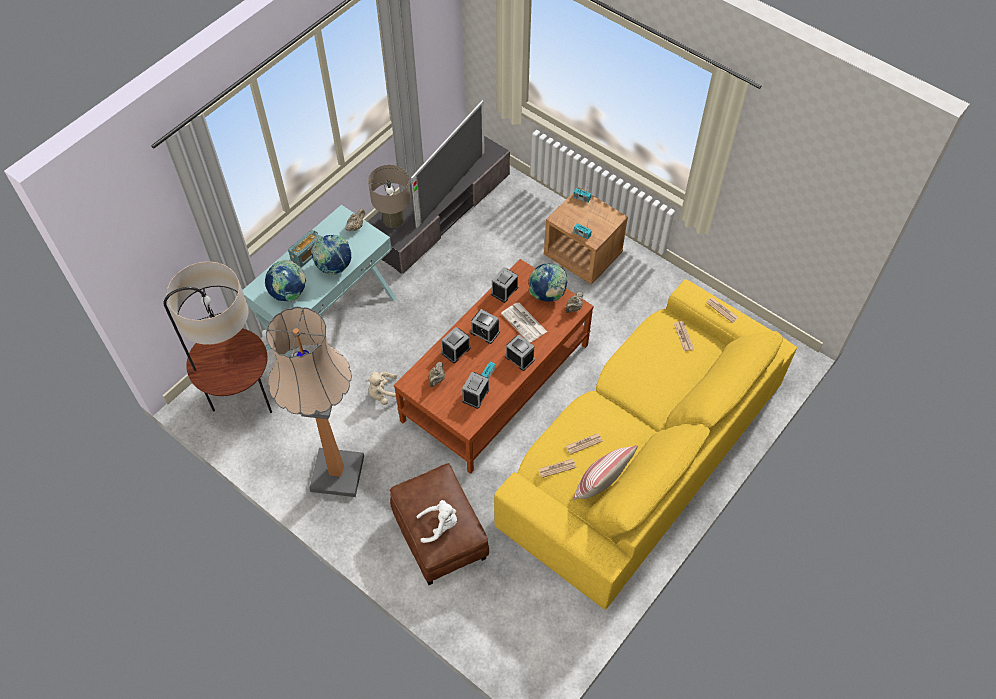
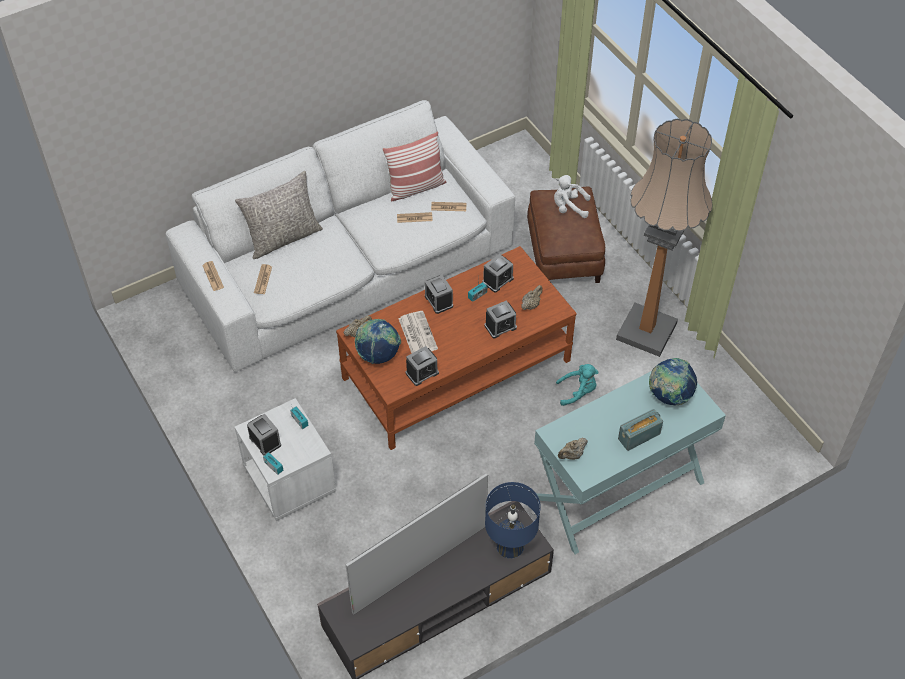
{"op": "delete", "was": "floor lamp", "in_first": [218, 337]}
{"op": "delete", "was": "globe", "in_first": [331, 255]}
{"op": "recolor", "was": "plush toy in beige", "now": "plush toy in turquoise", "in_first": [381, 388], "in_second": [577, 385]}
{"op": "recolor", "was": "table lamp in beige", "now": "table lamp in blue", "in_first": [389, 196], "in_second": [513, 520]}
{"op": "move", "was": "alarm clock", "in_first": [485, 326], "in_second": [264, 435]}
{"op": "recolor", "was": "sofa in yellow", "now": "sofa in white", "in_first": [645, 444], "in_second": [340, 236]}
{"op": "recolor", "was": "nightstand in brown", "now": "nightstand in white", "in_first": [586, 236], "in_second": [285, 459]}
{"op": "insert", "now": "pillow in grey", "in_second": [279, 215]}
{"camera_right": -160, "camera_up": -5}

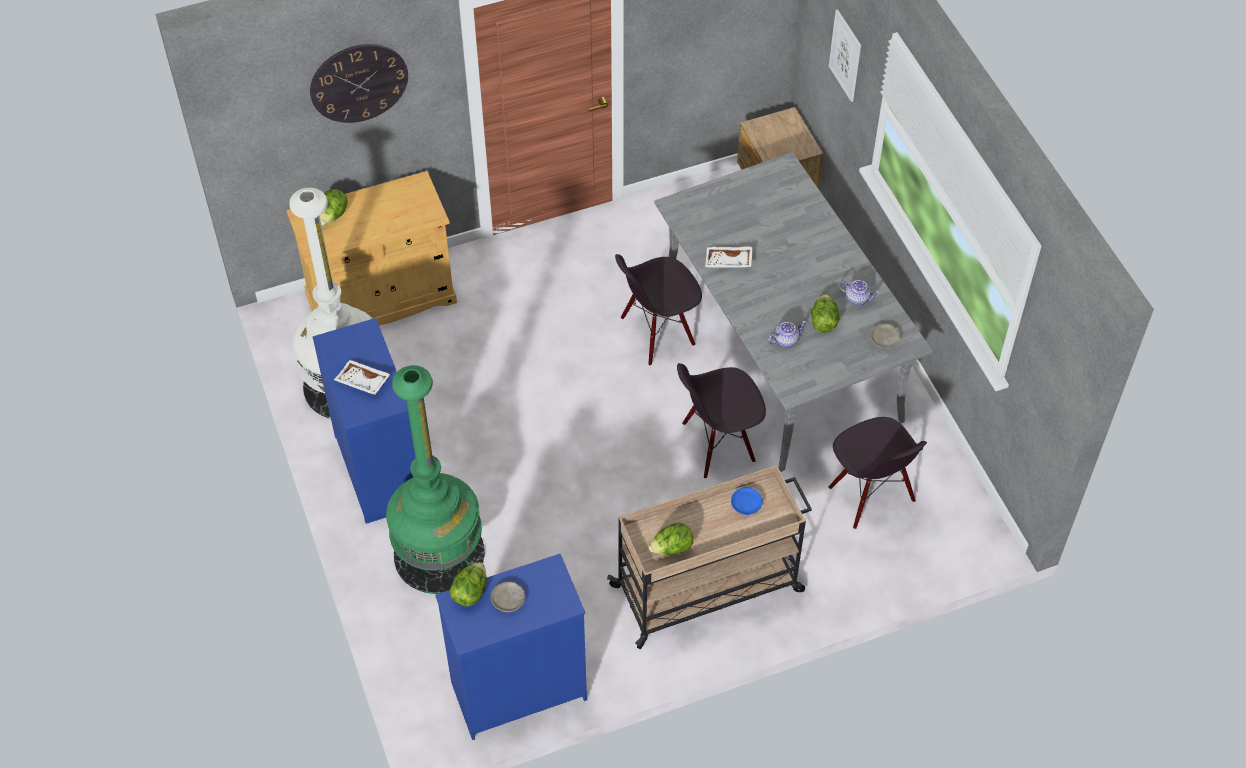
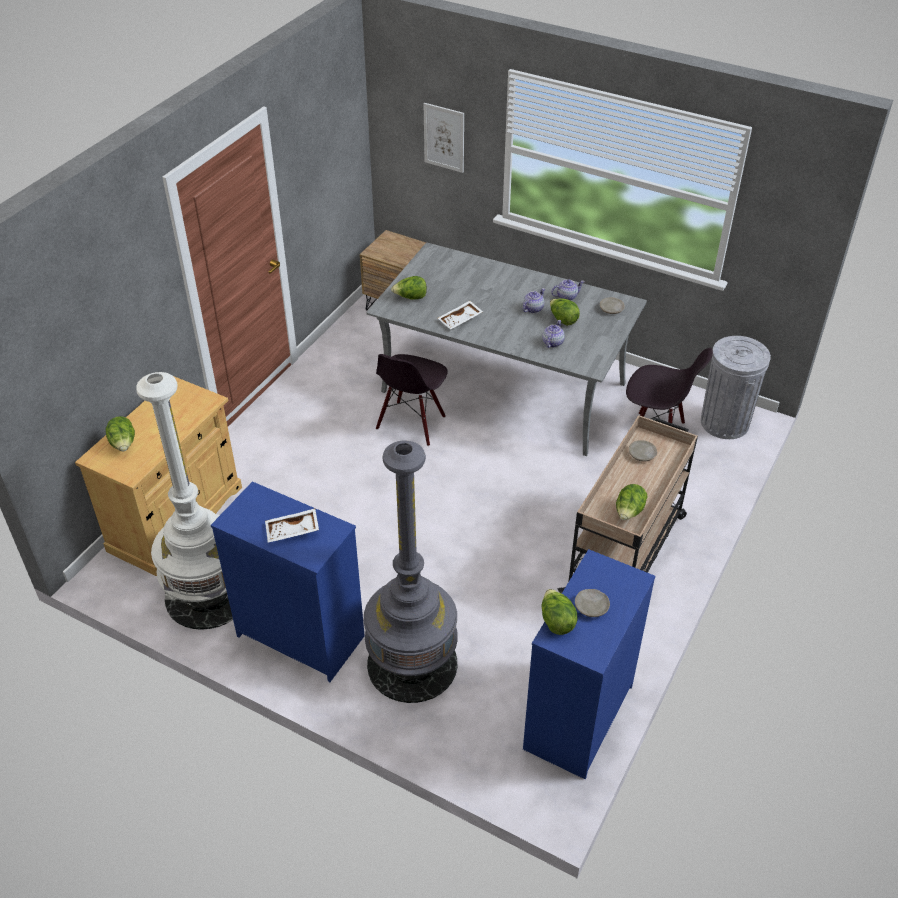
{"op": "delete", "was": "wall clock", "in_first": [359, 83]}
{"op": "recolor", "was": "floor lamp in green", "now": "floor lamp in grey", "in_first": [435, 479], "in_second": [411, 572]}
{"op": "delete", "was": "chair in black", "in_first": [721, 421]}
{"op": "recolor", "was": "plate in blue", "now": "plate in beige", "in_first": [747, 501], "in_second": [643, 450]}
{"op": "insert", "now": "lettuce", "in_second": [409, 288]}
{"op": "insert", "now": "teapot", "in_second": [533, 300]}
{"op": "insert", "now": "trash can in grey", "in_second": [736, 387]}
{"camera_right": -40, "camera_up": -10}

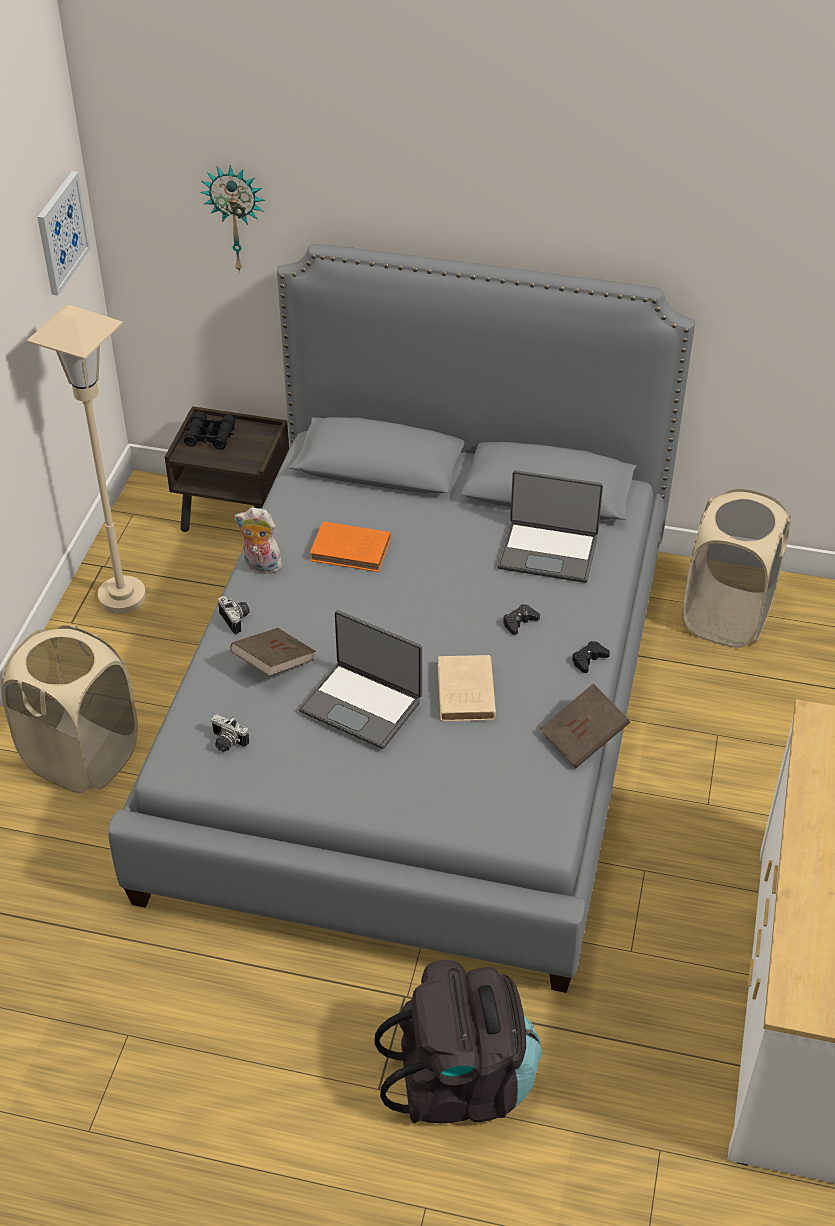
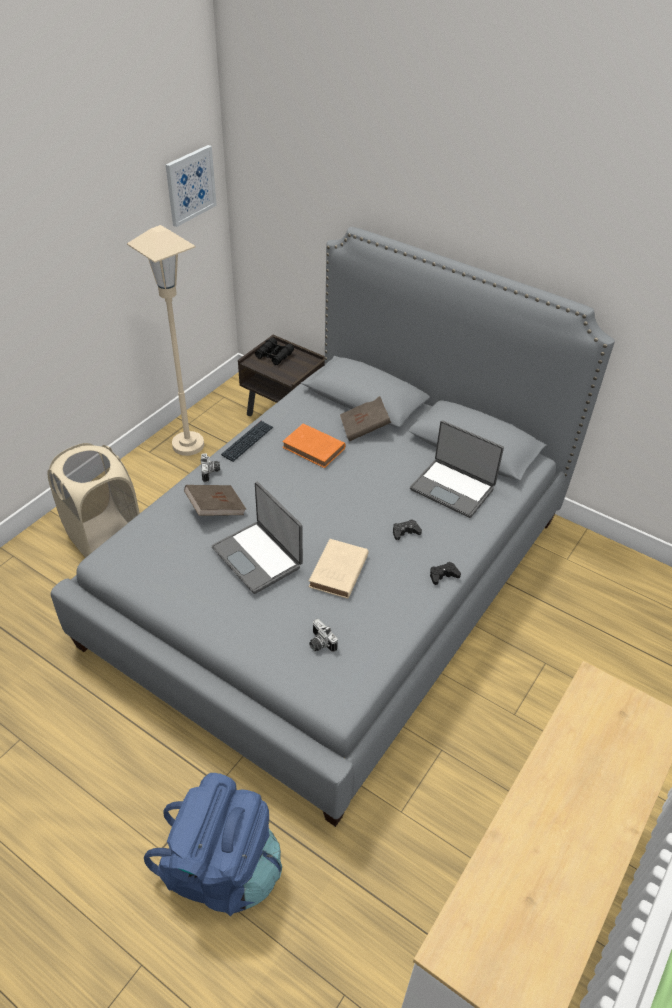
{"op": "delete", "was": "wall clock", "in_first": [232, 219]}
{"op": "move", "was": "photo camera", "in_first": [230, 733], "in_second": [323, 635]}
{"op": "replace", "was": "plush toy", "now": "keyboard", "in_first": [258, 540], "in_second": [247, 441]}
{"op": "recolor", "was": "backpack in black", "now": "backpack in blue", "in_first": [458, 1042], "in_second": [213, 844]}
{"op": "move", "was": "book in brown", "in_first": [585, 725], "in_second": [365, 418]}
{"op": "delete", "was": "laundry basket in beige", "in_first": [736, 568]}
{"camera_right": 20, "camera_up": 0}

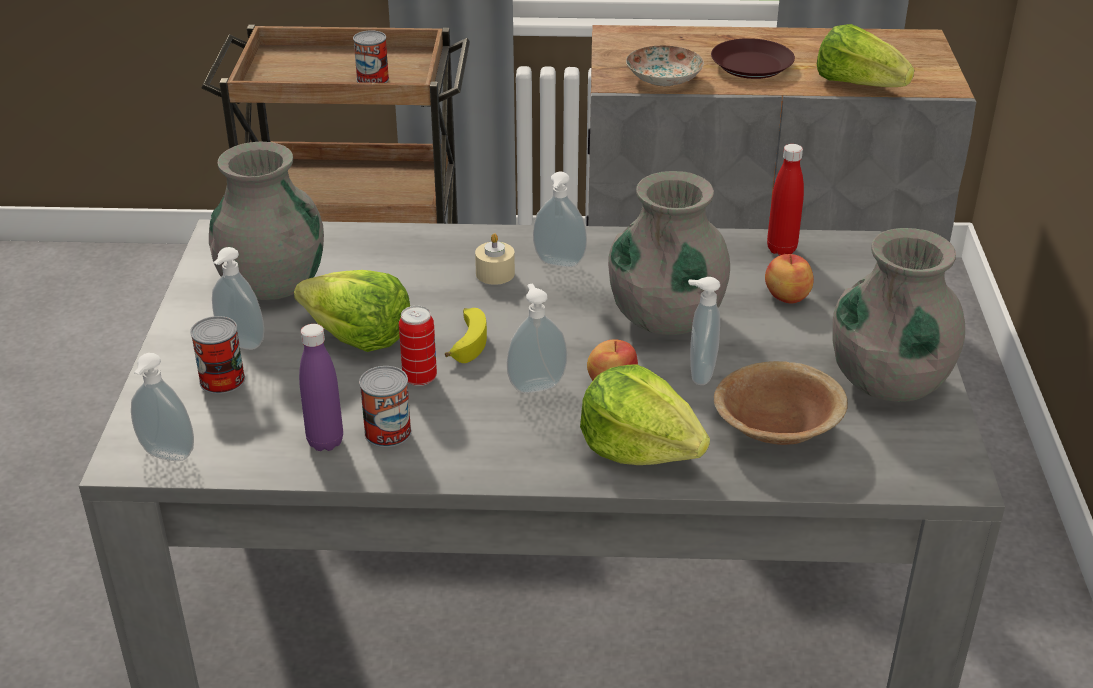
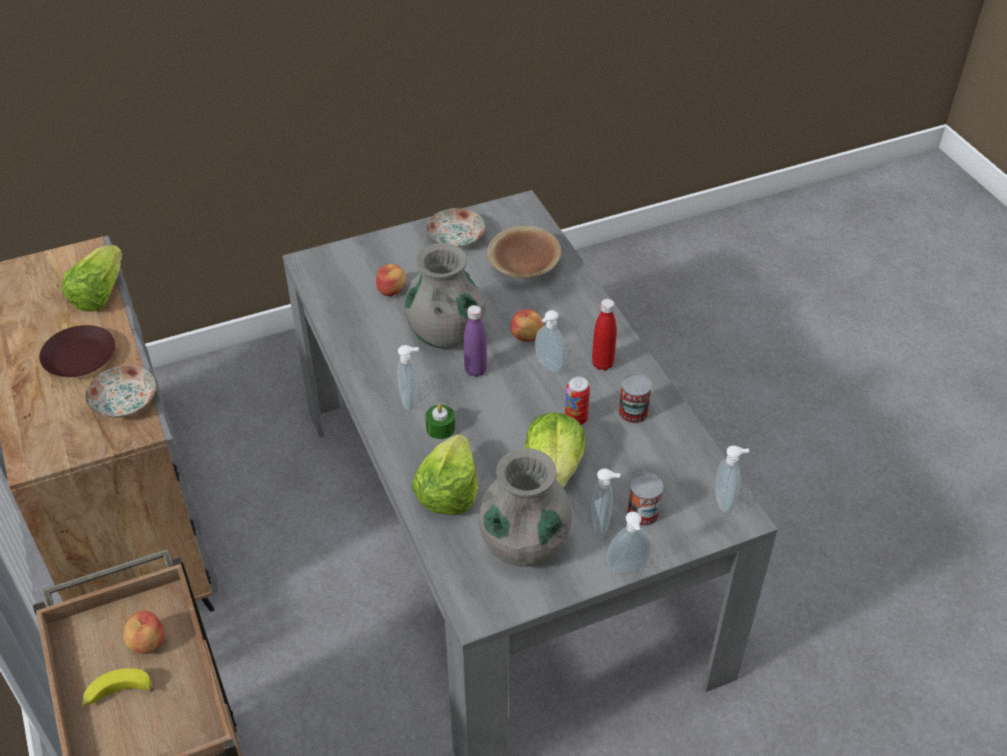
{"op": "move", "was": "bottle in purple", "in_first": [321, 387], "in_second": [475, 341]}
{"op": "replace", "was": "can", "now": "apple", "in_first": [371, 57], "in_second": [144, 632]}
{"op": "move", "was": "banana", "in_first": [466, 335], "in_second": [118, 687]}
{"op": "recolor", "was": "candle in beige", "now": "candle in green", "in_first": [495, 259], "in_second": [440, 421]}
{"op": "move", "was": "lettuce", "in_first": [645, 414], "in_second": [445, 474]}
{"op": "move", "was": "soap dispenser", "in_first": [704, 331], "in_second": [629, 542]}
{"op": "move", "was": "bottle in red", "in_first": [785, 199], "in_second": [604, 335]}
{"op": "replace", "was": "vase in grey", "now": "plate", "in_first": [898, 315], "in_second": [456, 228]}
{"camera_right": -115, "camera_up": 10}

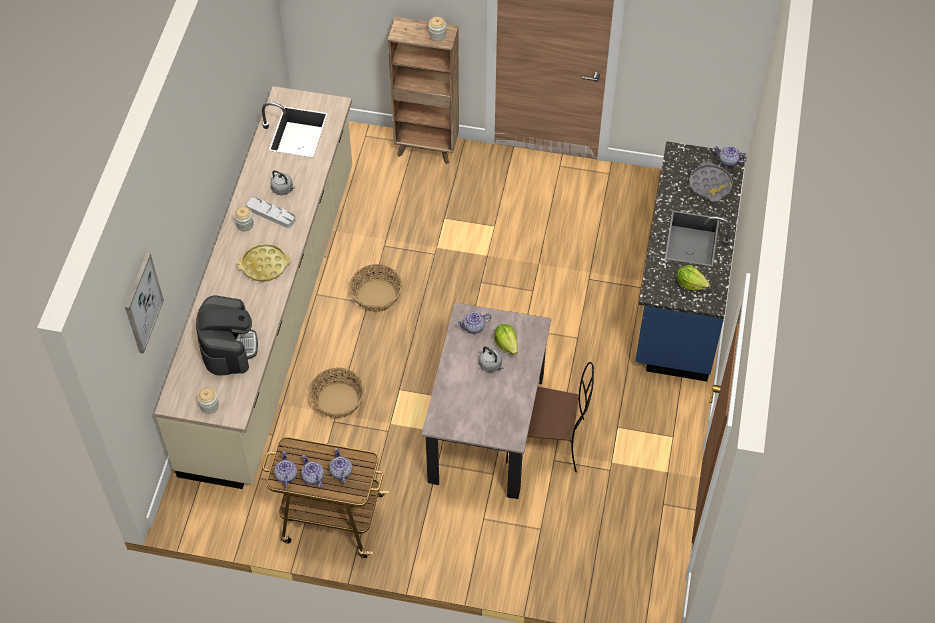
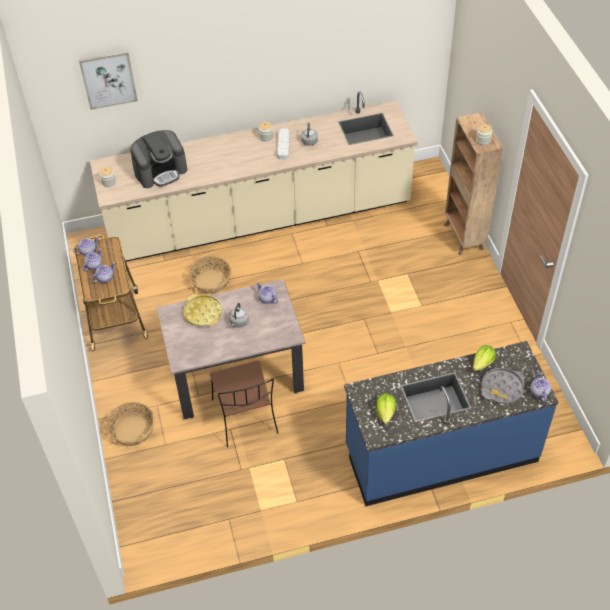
{"op": "move", "was": "tray in yellow", "in_first": [264, 263], "in_second": [202, 310]}
{"op": "move", "was": "basket", "in_first": [376, 288], "in_second": [130, 424]}
{"op": "move", "was": "lettuce", "in_first": [506, 339], "in_second": [484, 358]}
{"camera_right": 65, "camera_up": -5}

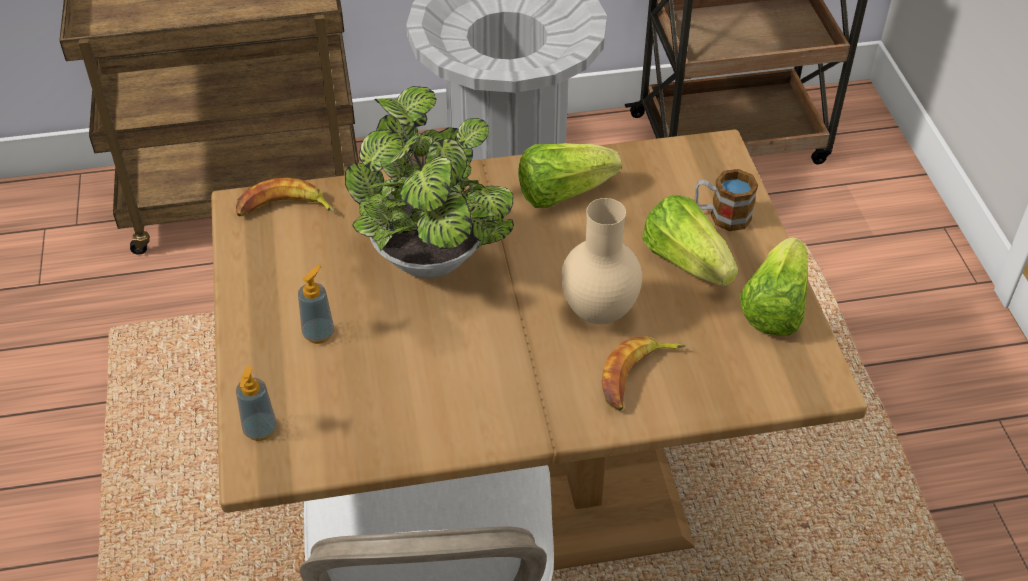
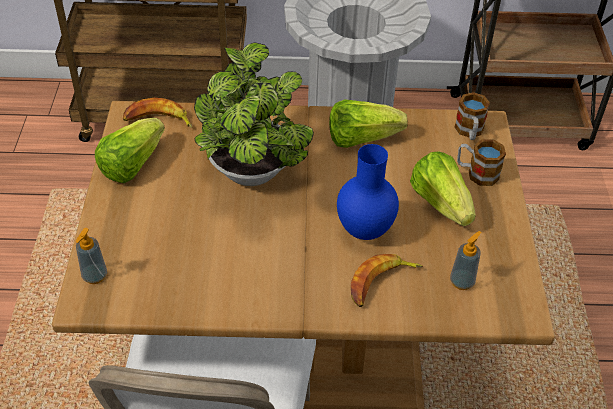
{"op": "move", "was": "soap dispenser", "in_first": [316, 304], "in_second": [465, 260]}
{"op": "recolor", "was": "vase in beige", "now": "vase in blue", "in_first": [601, 261], "in_second": [368, 192]}
{"op": "move", "was": "lettuce", "in_first": [774, 286], "in_second": [130, 150]}
{"op": "insert", "now": "mug", "in_second": [472, 116]}
{"camera_right": 10, "camera_up": 0}

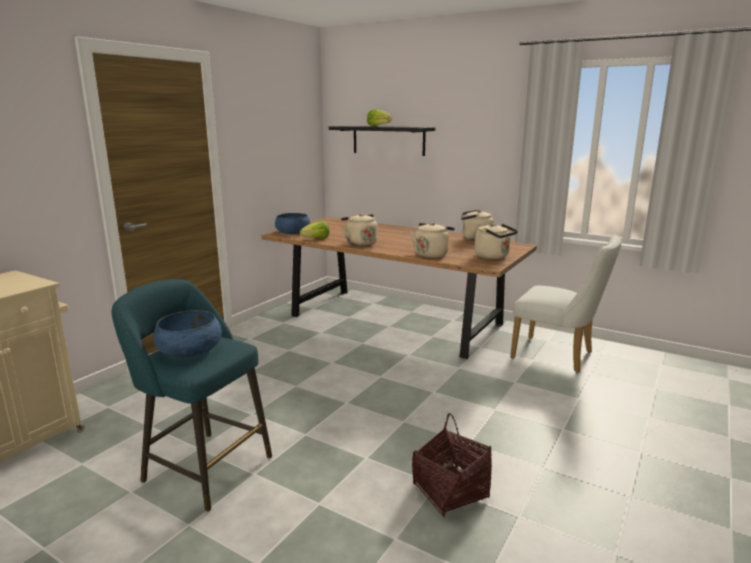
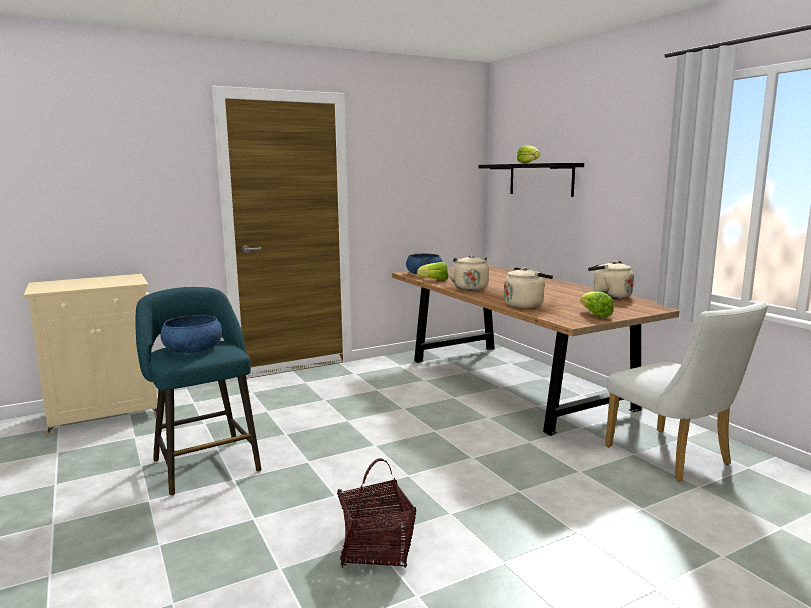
{"op": "replace", "was": "kettle in beige", "now": "lettuce", "in_first": [496, 241], "in_second": [597, 305]}
{"camera_right": 30, "camera_up": -5}

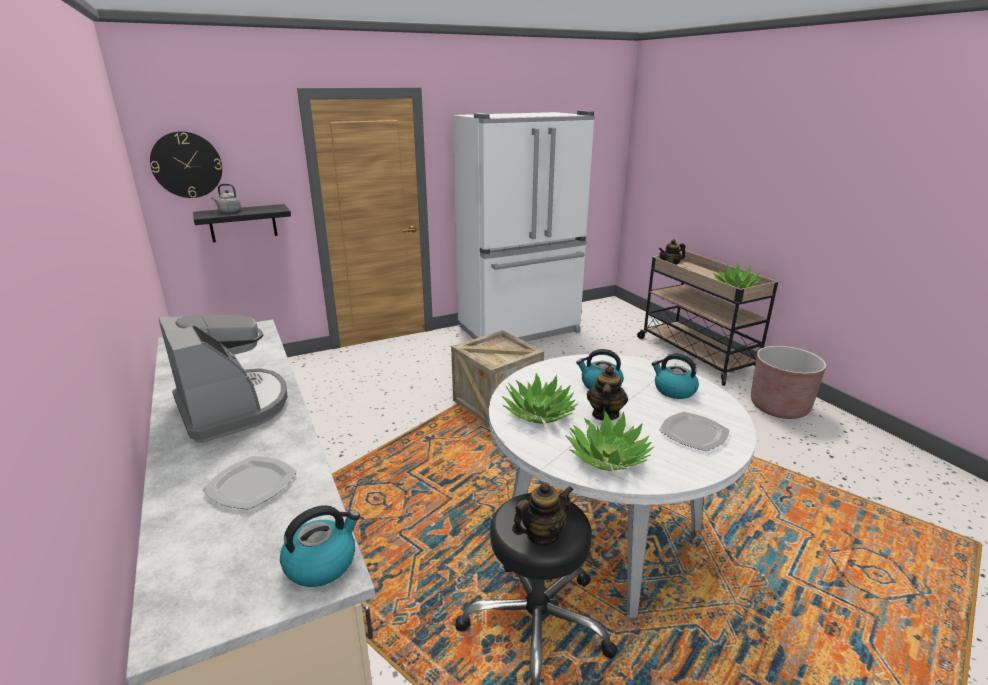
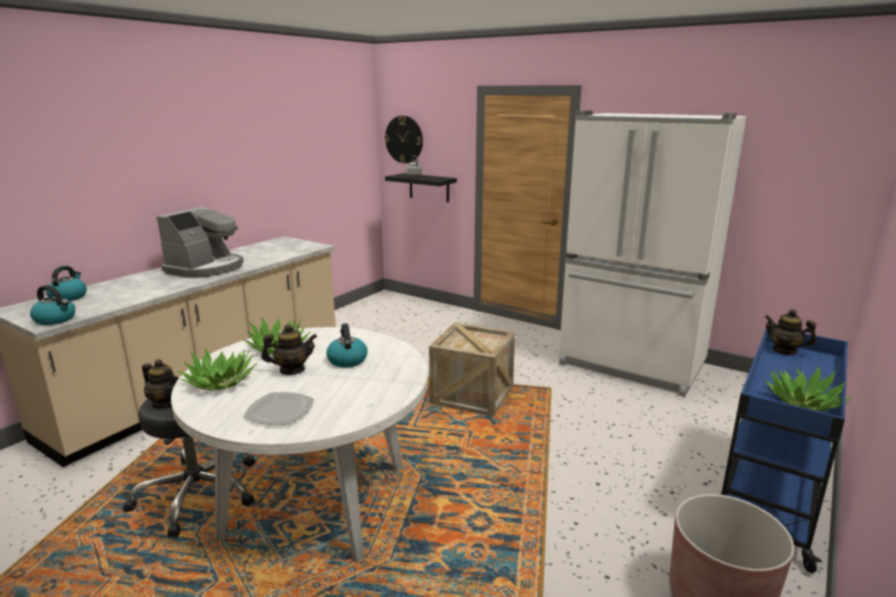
{"op": "delete", "was": "plate", "in_first": [249, 483]}
{"op": "recolor", "was": "cart in beige", "now": "cart in blue", "in_first": [707, 318], "in_second": [784, 450]}
{"op": "move", "was": "kettle", "in_first": [675, 376], "in_second": [66, 283]}
{"camera_right": 60, "camera_up": -5}

